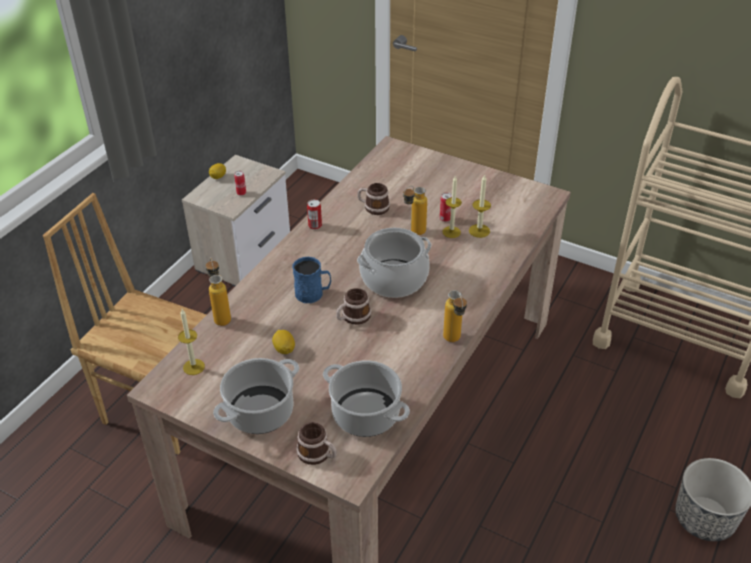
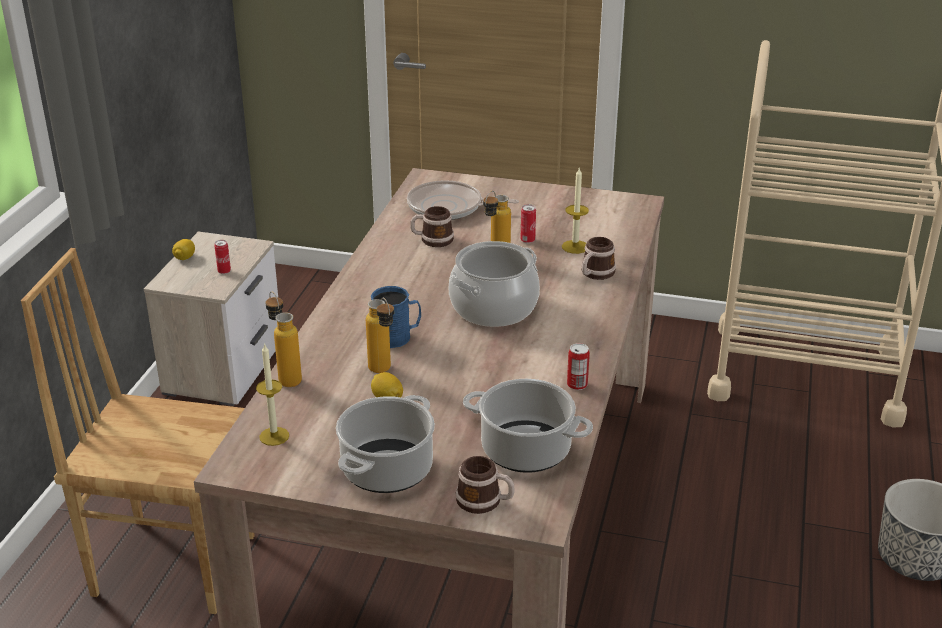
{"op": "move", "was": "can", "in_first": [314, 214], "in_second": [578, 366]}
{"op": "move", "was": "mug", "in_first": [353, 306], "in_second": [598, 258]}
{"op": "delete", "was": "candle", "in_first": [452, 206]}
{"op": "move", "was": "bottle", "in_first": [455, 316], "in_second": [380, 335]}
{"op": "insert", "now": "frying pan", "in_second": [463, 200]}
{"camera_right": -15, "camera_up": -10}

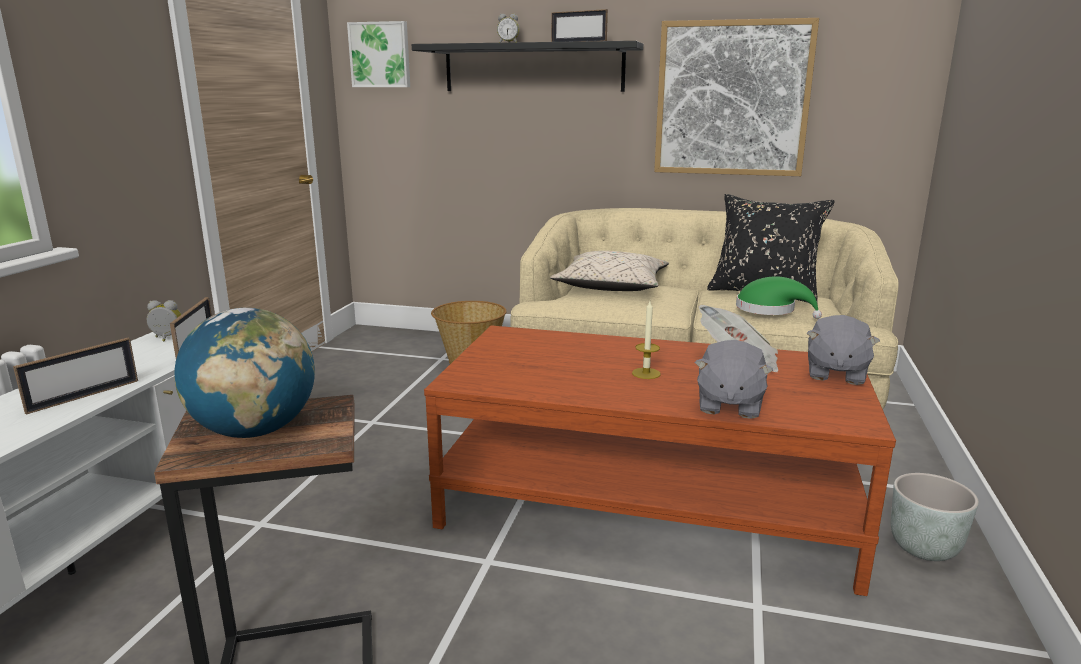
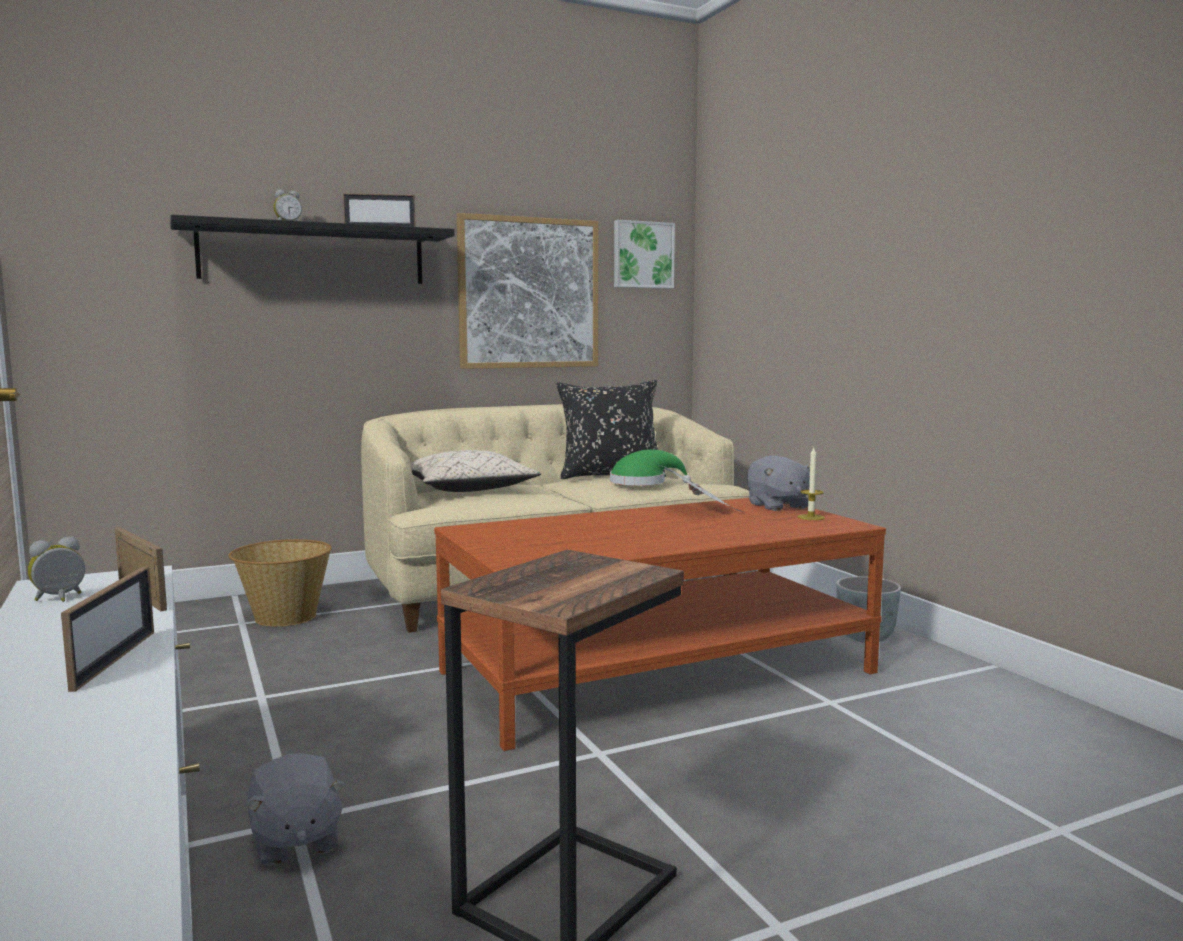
{"op": "delete", "was": "globe", "in_first": [244, 373]}
{"op": "move", "was": "picture", "in_first": [378, 54], "in_second": [644, 254]}
{"op": "move", "was": "candle", "in_first": [646, 340], "in_second": [811, 484]}
{"op": "move", "was": "plush toy in grey", "in_first": [734, 379], "in_second": [295, 810]}
{"camera_right": -40, "camera_up": -10}

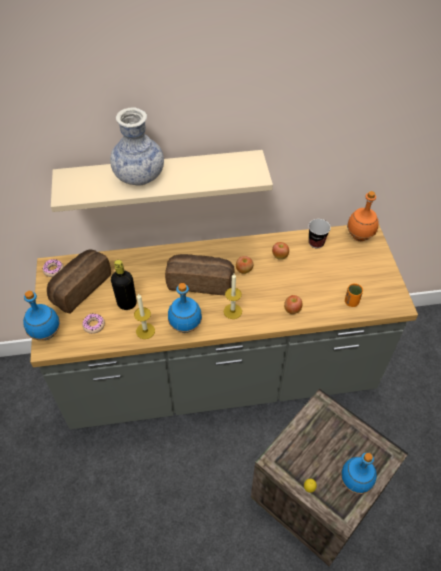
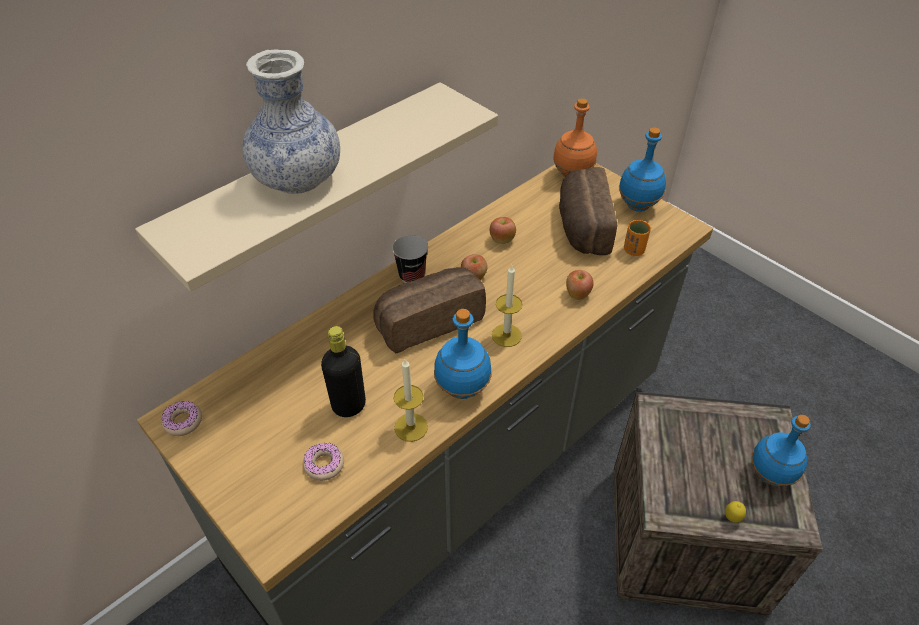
{"op": "move", "was": "bottle in blue", "in_first": [41, 315], "in_second": [642, 169]}
{"op": "move", "was": "bread", "in_first": [79, 281], "in_second": [588, 211]}
{"op": "move", "was": "cup", "in_first": [320, 233], "in_second": [410, 259]}
{"camera_right": -35, "camera_up": -5}

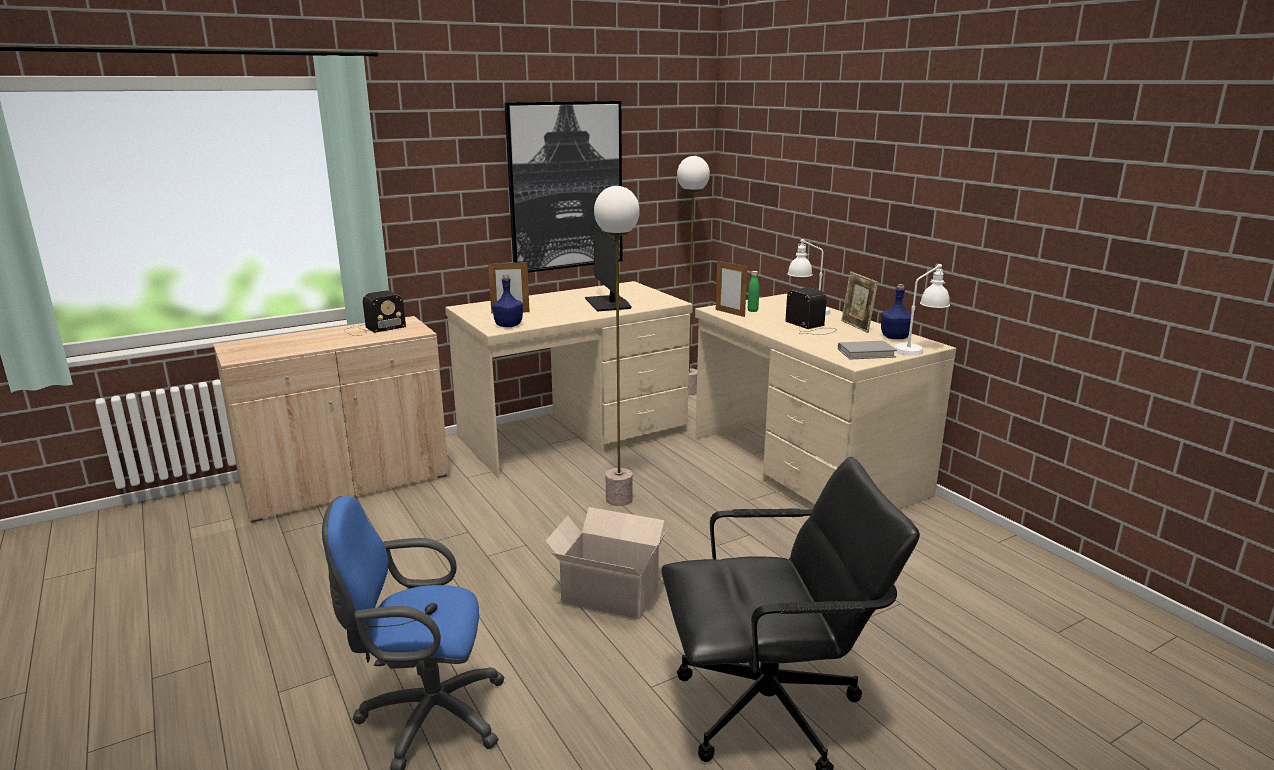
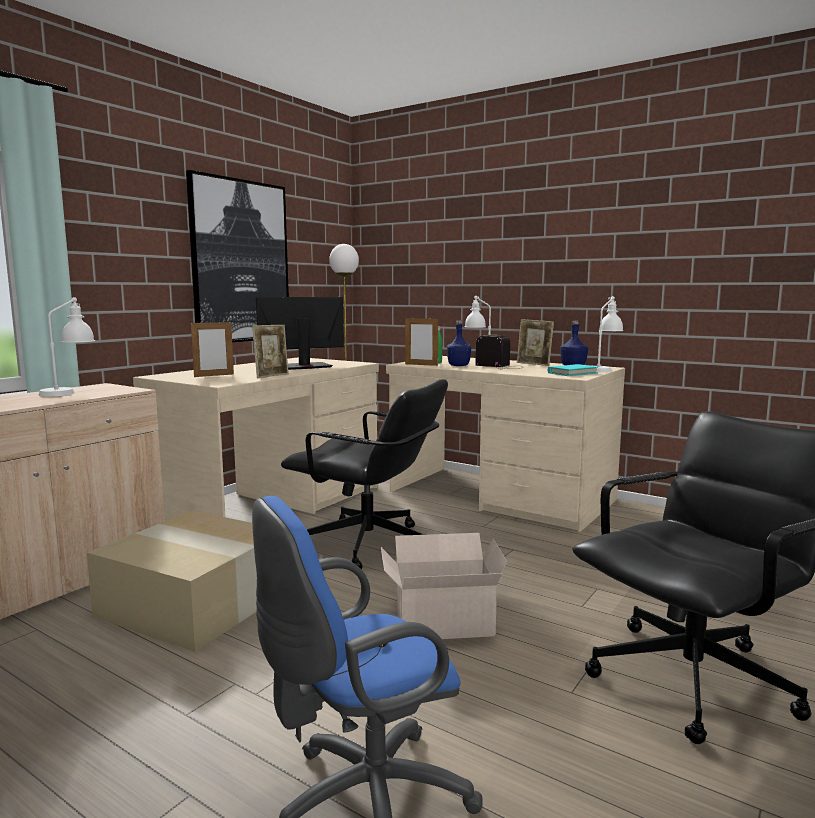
{"op": "replace", "was": "radio", "now": "table lamp in white", "in_first": [375, 313], "in_second": [67, 347]}
{"op": "move", "was": "bottle in blue", "in_first": [507, 300], "in_second": [459, 343]}
{"op": "rotate", "was": "monitor", "in_first": [608, 268], "in_second": [300, 333], "clockwise": 105}
{"op": "replace", "was": "floor lamp", "now": "office chair in black", "in_first": [617, 346], "in_second": [364, 474]}
{"op": "recolor", "was": "book in grey", "now": "book in turquoise", "in_first": [867, 350], "in_second": [573, 370]}
{"op": "insert", "now": "cardboard box", "in_second": [172, 581]}
{"op": "insert", "now": "picture frame", "in_second": [270, 351]}
{"camera_right": -25, "camera_up": -10}

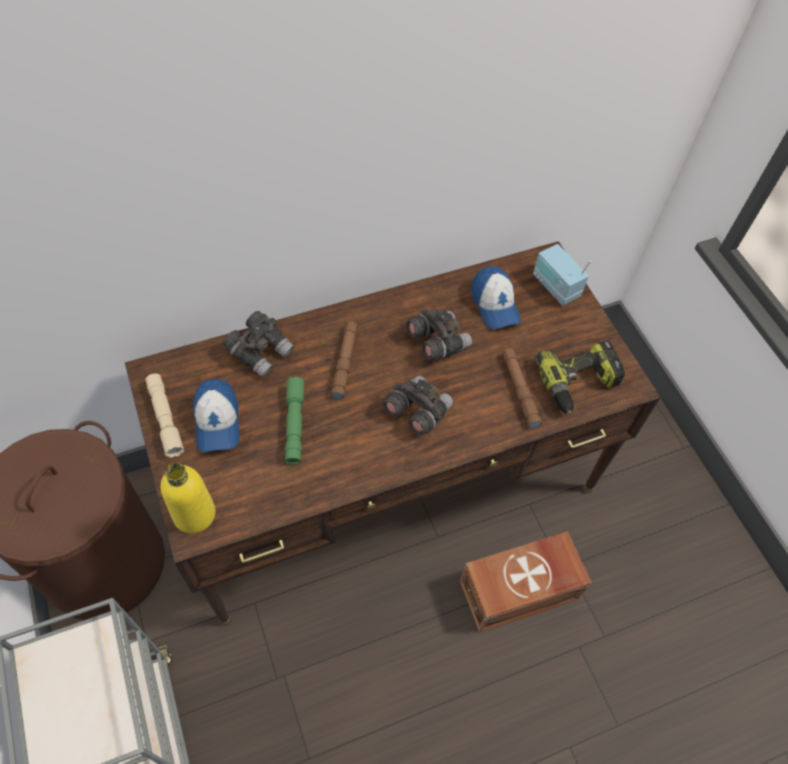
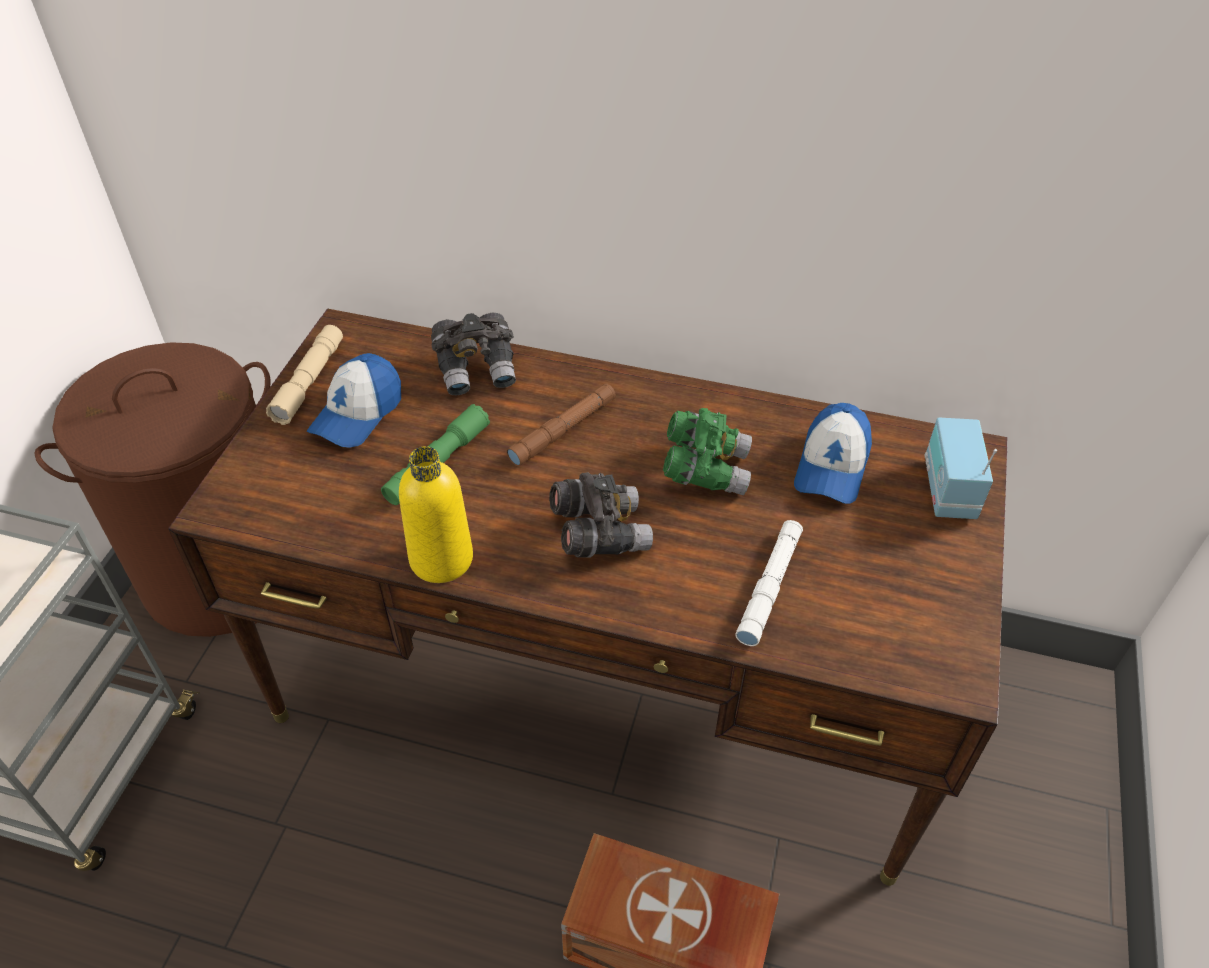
{"op": "move", "was": "bottle in yellow", "in_first": [188, 498], "in_second": [436, 514]}
{"op": "recolor", "was": "binoculars in grey", "now": "binoculars in green", "in_first": [439, 335], "in_second": [707, 451]}
{"op": "recolor", "was": "flashlight in brown", "now": "flashlight in white", "in_first": [522, 388], "in_second": [769, 583]}
{"op": "delete", "was": "power drill", "in_first": [580, 377]}
{"camera_right": 40, "camera_up": -10}

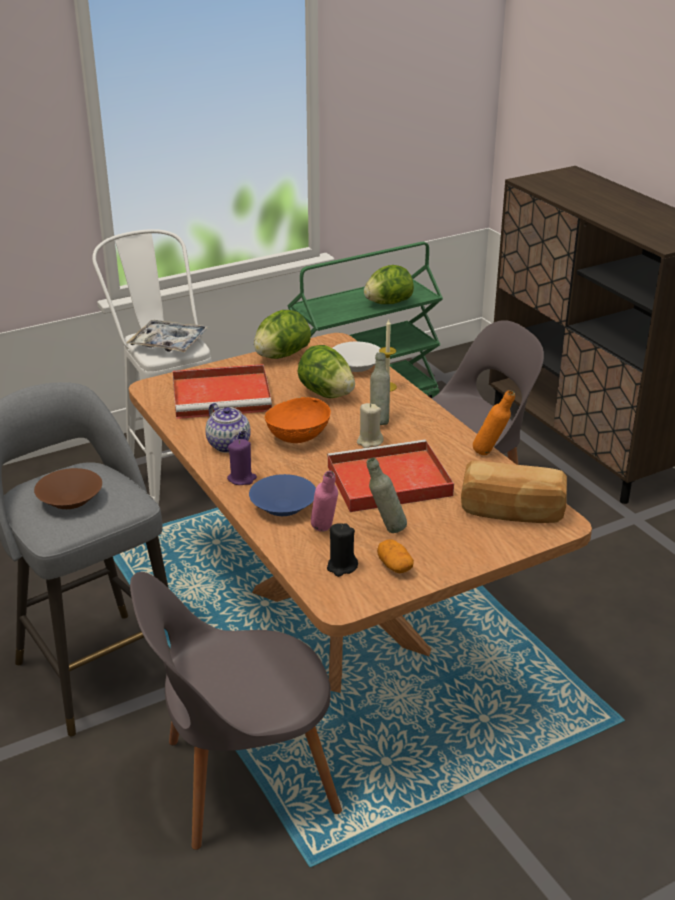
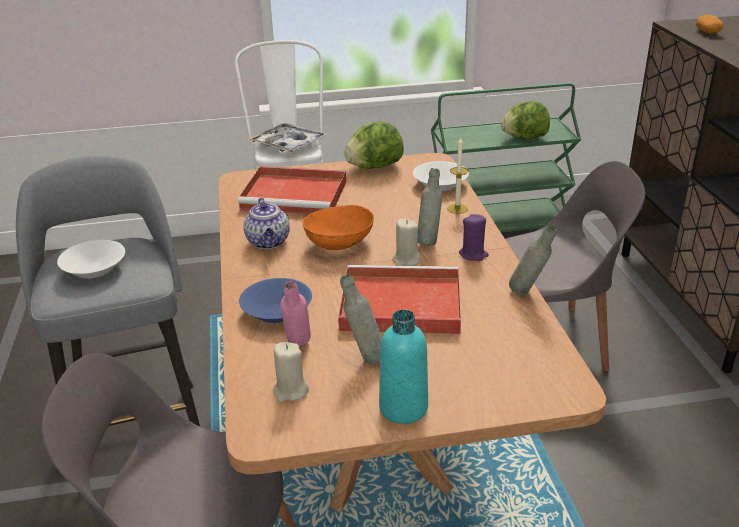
{"op": "recolor", "was": "bowl in brown", "now": "bowl in white", "in_first": [68, 488], "in_second": [91, 259]}
{"op": "move", "was": "candle in purple", "in_first": [242, 462], "in_second": [474, 237]}
{"op": "delete", "was": "lettuce", "in_first": [326, 371]}
{"op": "recolor", "was": "candle in black", "now": "candle in beige", "in_first": [342, 550], "in_second": [291, 372]}
{"op": "move", "was": "potato", "in_first": [395, 556], "in_second": [710, 24]}
{"op": "delete", "was": "bread", "in_first": [514, 491]}
{"op": "recolor", "was": "bottle in orange", "now": "bottle in grey", "in_first": [494, 422], "in_second": [533, 260]}
{"op": "insert", "now": "bottle in turquoise", "in_second": [403, 366]}
{"camera_right": 20, "camera_up": 0}

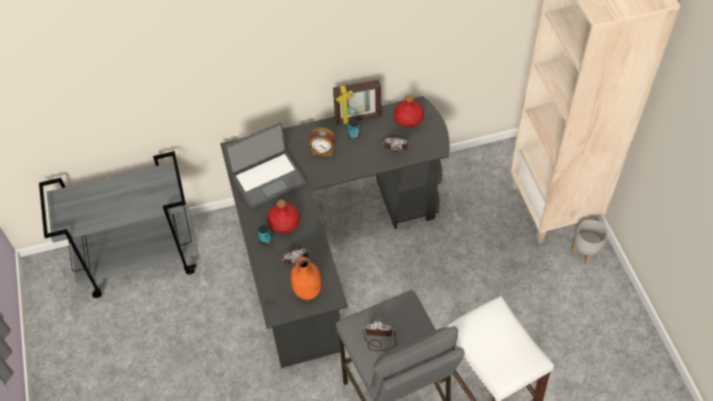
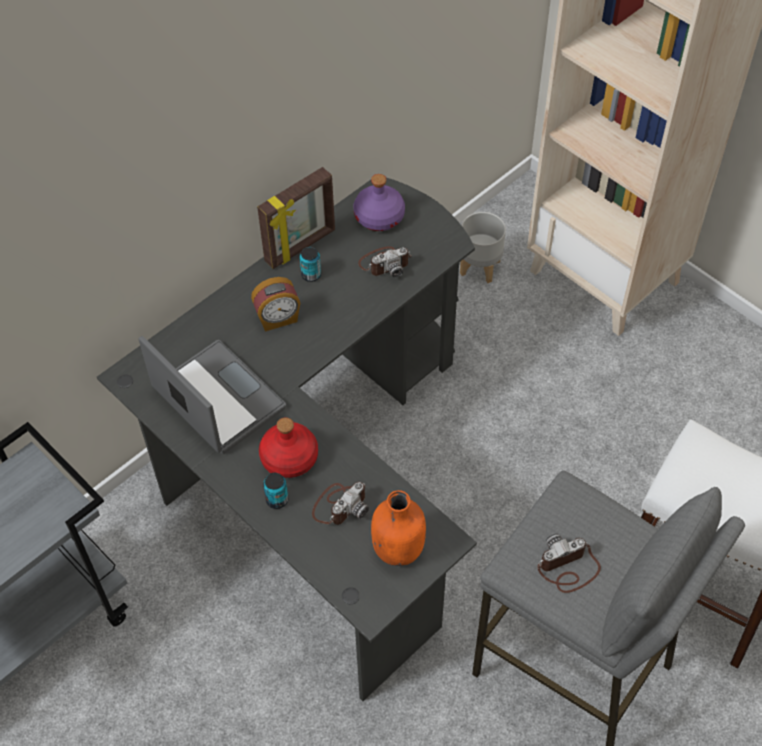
{"op": "rotate", "was": "laptop", "in_first": [265, 165], "in_second": [212, 395], "clockwise": -75}
{"op": "recolor", "was": "bottle in red", "now": "bottle in purple", "in_first": [409, 111], "in_second": [379, 202]}
{"op": "move", "was": "planter in grey", "in_first": [589, 242], "in_second": [483, 247]}
{"camera_right": -30, "camera_up": 0}

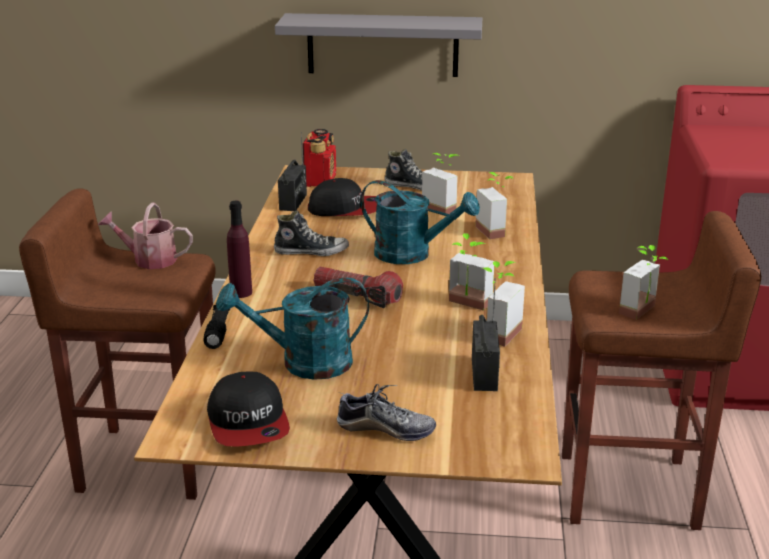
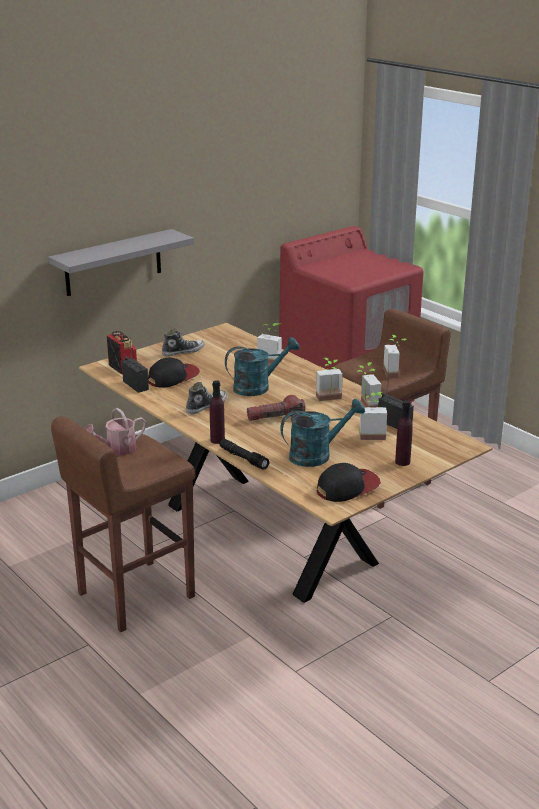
{"op": "rotate", "was": "cap", "in_first": [248, 409], "in_second": [349, 482], "clockwise": -60}
{"op": "rotate", "was": "watering can in turquoise", "in_first": [292, 329], "in_second": [322, 433], "clockwise": -150}
{"op": "replace", "was": "shoe", "now": "bottle in purple", "in_first": [386, 412], "in_second": [404, 433]}
{"op": "move", "was": "potted plant", "in_first": [440, 184], "in_second": [373, 416]}
{"camera_right": -45, "camera_up": 0}

